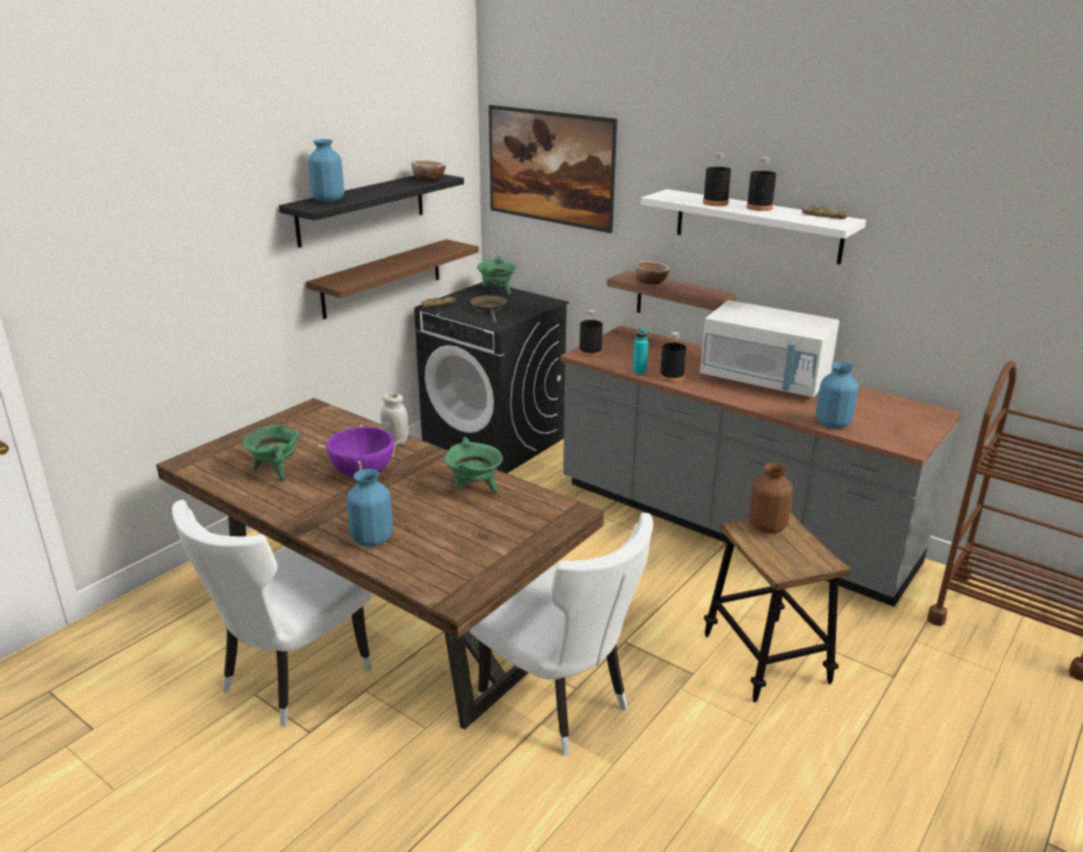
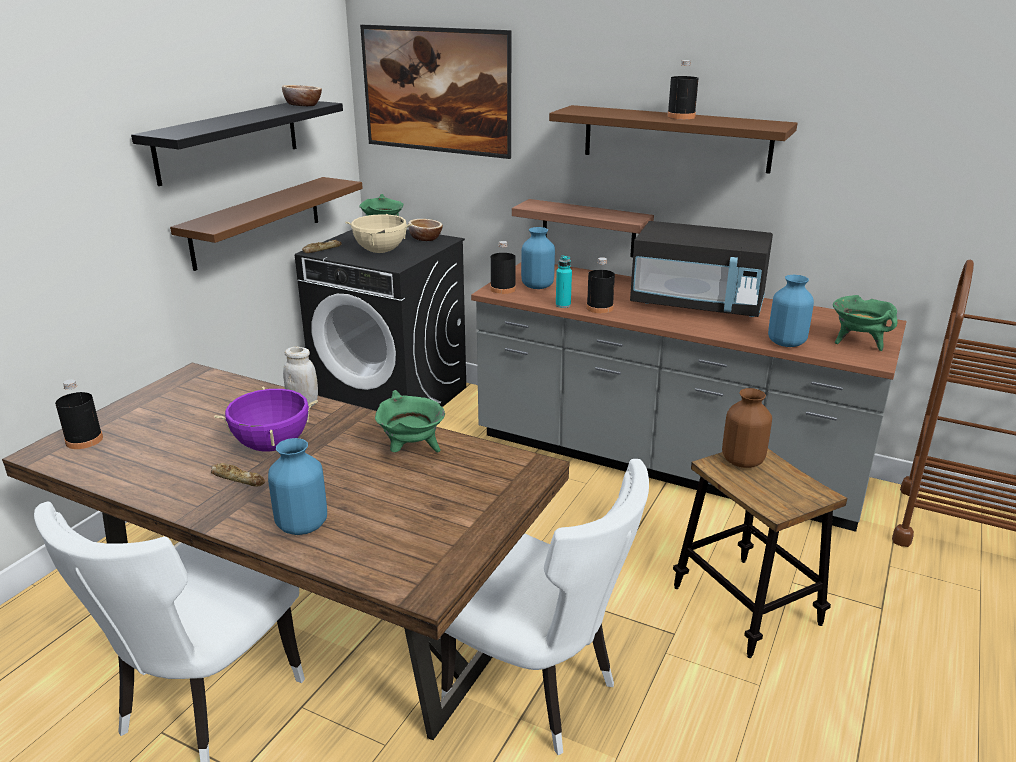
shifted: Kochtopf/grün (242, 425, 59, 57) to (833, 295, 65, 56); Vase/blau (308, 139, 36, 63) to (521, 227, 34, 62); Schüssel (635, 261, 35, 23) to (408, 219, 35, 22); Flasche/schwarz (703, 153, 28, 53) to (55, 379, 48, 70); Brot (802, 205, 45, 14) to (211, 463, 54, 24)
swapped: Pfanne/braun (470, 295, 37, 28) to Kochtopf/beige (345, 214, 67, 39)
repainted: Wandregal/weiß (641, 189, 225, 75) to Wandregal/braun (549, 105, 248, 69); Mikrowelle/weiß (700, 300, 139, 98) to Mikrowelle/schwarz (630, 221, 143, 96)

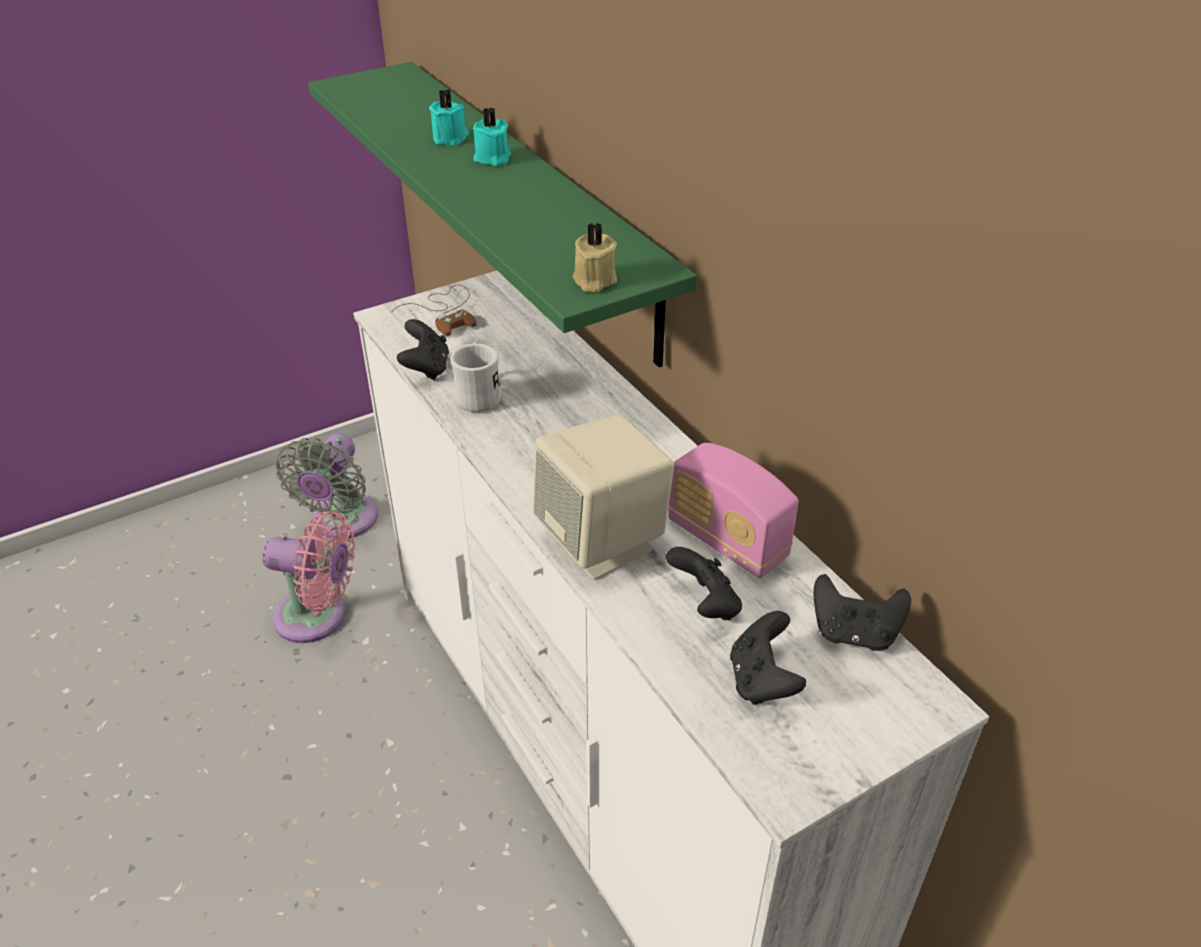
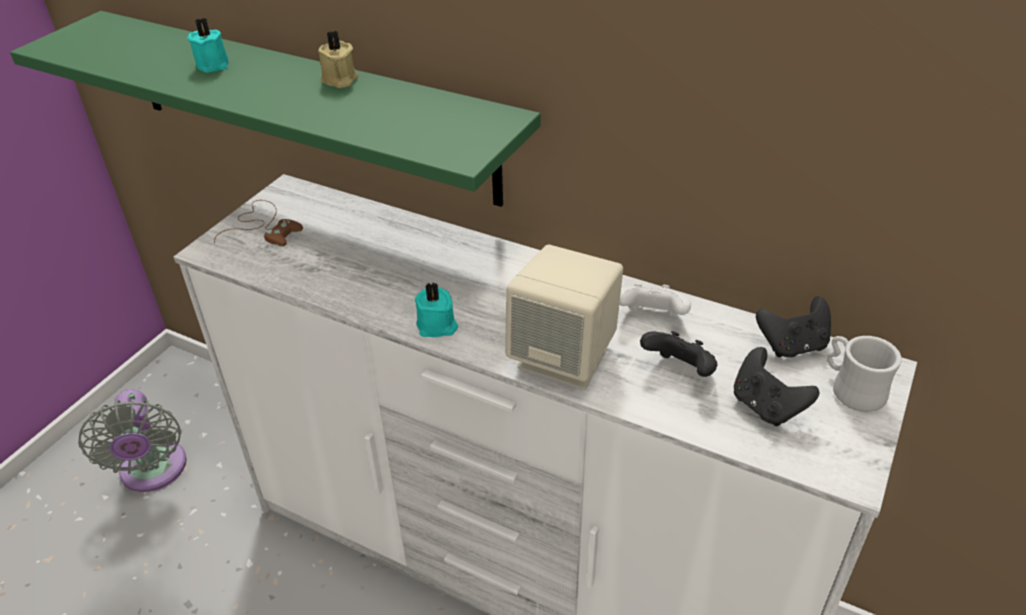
gone: Ventilator/rosa (262, 511, 93, 132); Gamepad/schwarz (397, 319, 52, 61)
shifted: Henkelbecher/weiß (450, 341, 52, 71) to (827, 336, 75, 76); Kerze/türkis (473, 107, 38, 59) to (415, 282, 43, 55); Kerze/beige (573, 223, 44, 70) to (318, 31, 40, 57)
swapped: Radio (668, 443, 131, 135) to Gamepad/weiß (619, 284, 72, 32)

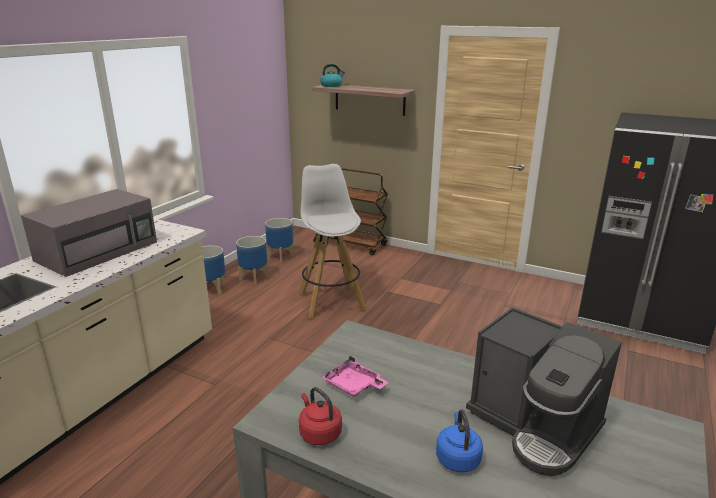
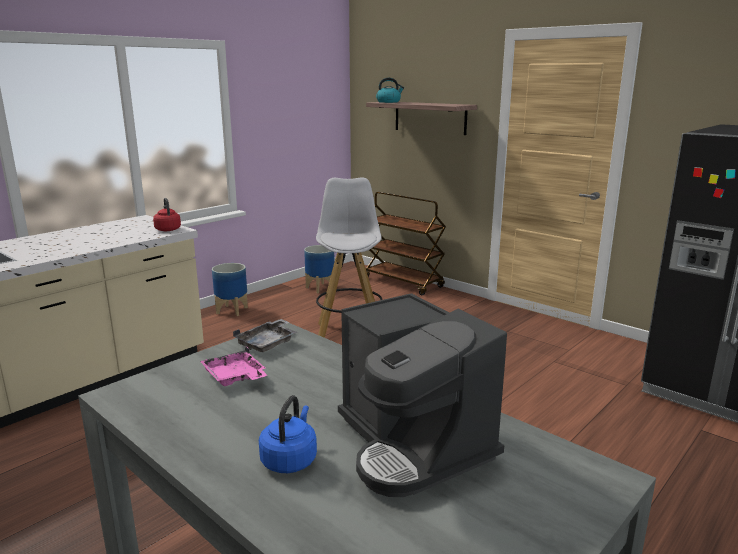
gone: Mikrowelle/grau (21, 189, 136, 88); Pflanzkübel (236, 236, 33, 49)
new: Tablett/grau (233, 319, 64, 33)
shifted: Wasserkessel/rot (299, 387, 43, 58) to (153, 198, 28, 33)

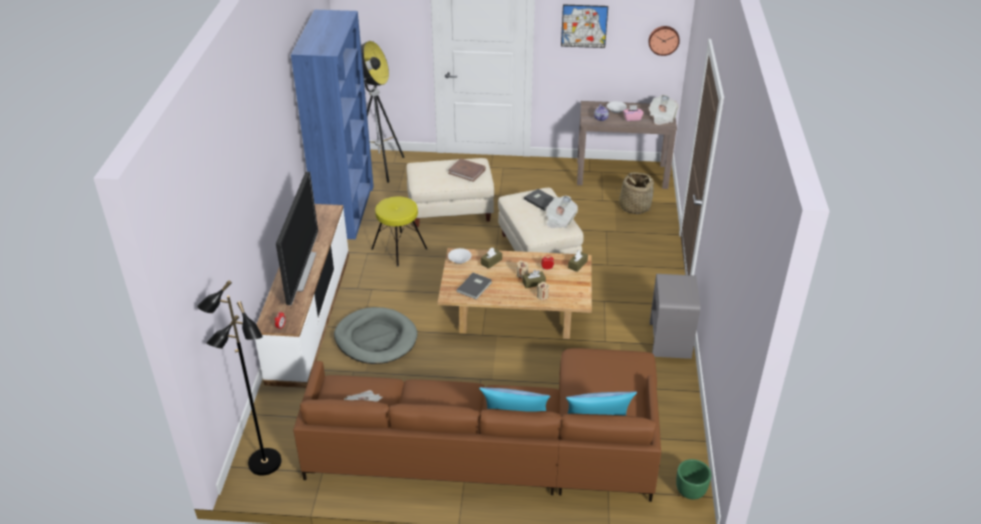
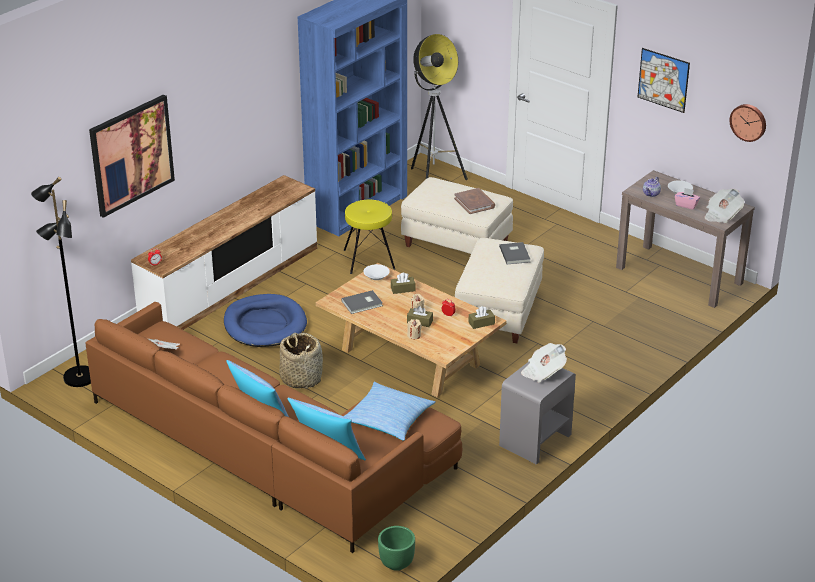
gone: Fernseher (276, 172, 42, 134)
new: Bild (89, 95, 86, 123); Kissen (344, 382, 92, 59)
shifted: Zeitung (545, 196, 33, 32) to (521, 343, 46, 40); Korb (617, 172, 37, 42) to (279, 333, 44, 56)
repainted: Hundebett/grau (334, 307, 83, 57) to Hundebett/blau (224, 294, 83, 53)

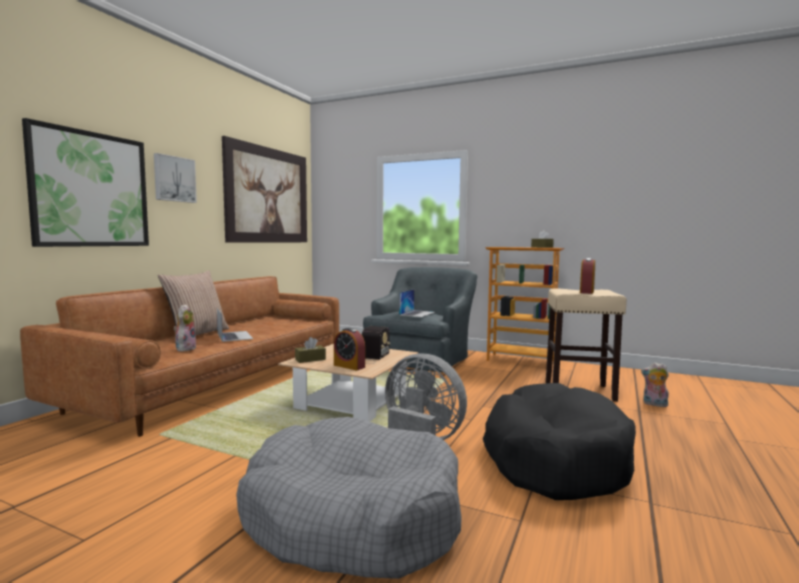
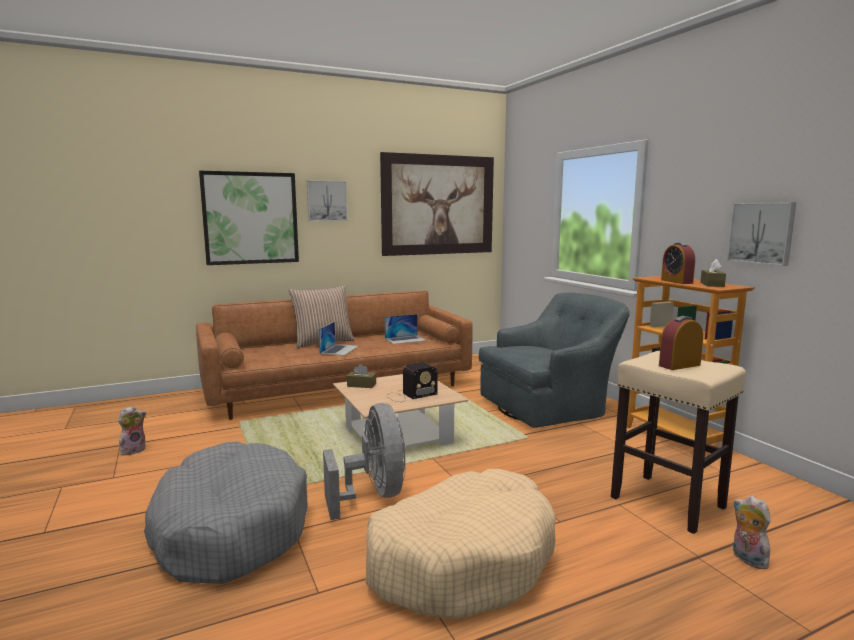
new: Bild (727, 202, 69, 64)
shifted: Plüschtier (173, 304, 24, 48) to (118, 406, 28, 49); Wecker (334, 328, 31, 43) to (661, 242, 34, 42); Laptop (399, 289, 36, 28) to (384, 314, 43, 30)
repainted: Hundebett/schwarz (483, 383, 153, 117) to Hundebett/beige (366, 469, 190, 149)

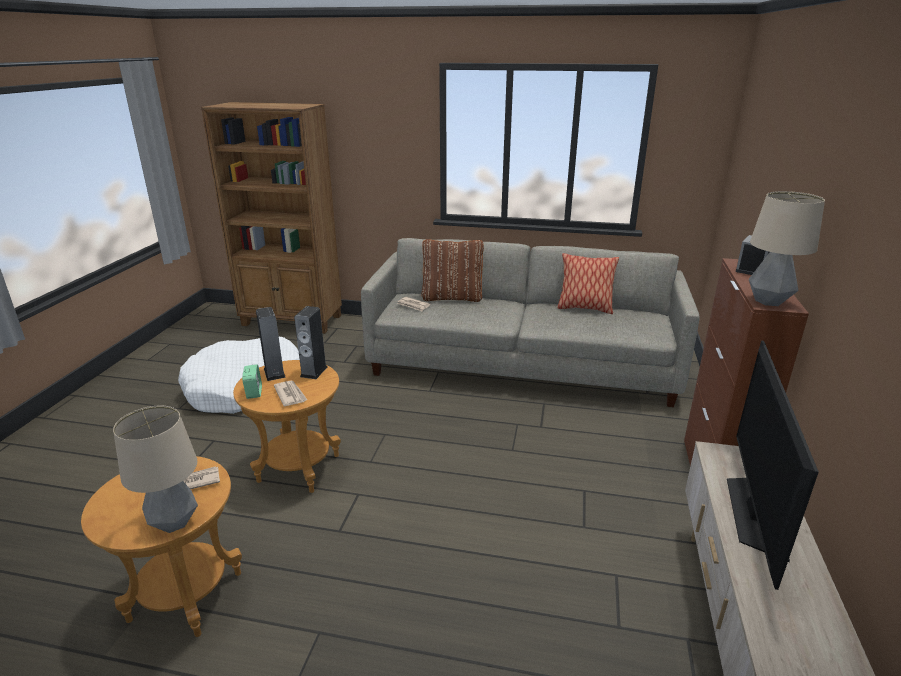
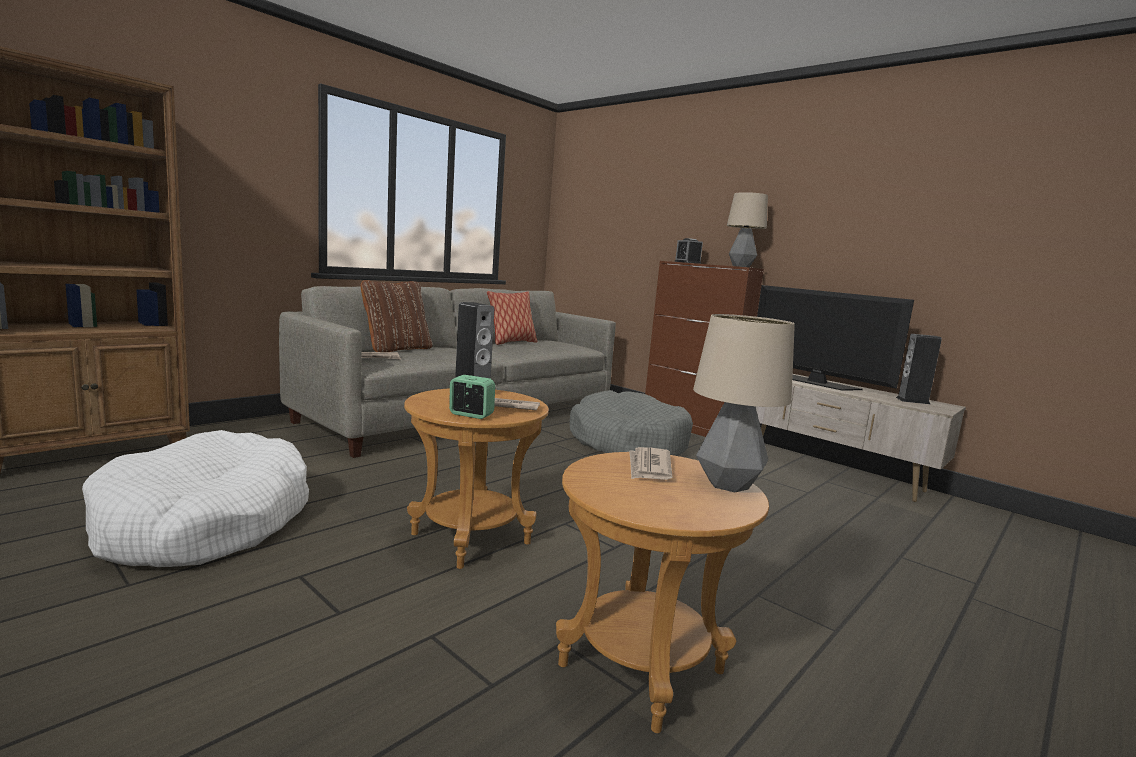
new: Hundebett/grau (570, 390, 123, 66)
shifted: Lautsprecher (256, 307, 30, 74) to (896, 334, 46, 70)

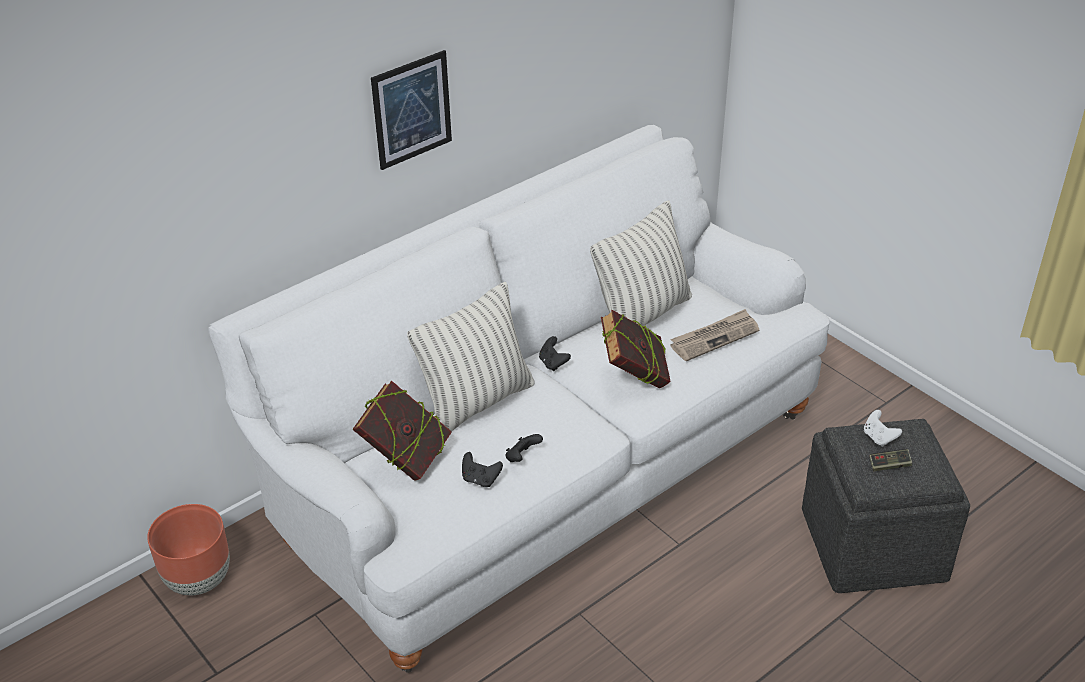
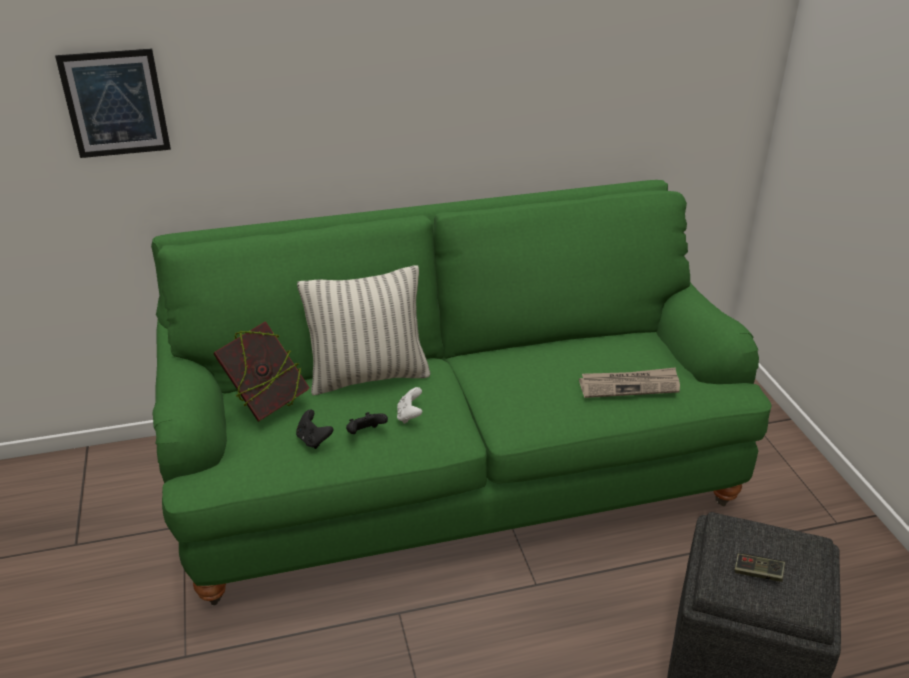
gone: Pflanzkübel/braun (147, 504, 83, 91); Gamepad/schwarz (539, 336, 32, 35); Kissen (590, 200, 102, 126); Buch (601, 310, 70, 78)
shifted: Bild (371, 50, 81, 120) to (55, 49, 116, 109); Gamepad/weiß (864, 410, 38, 37) to (397, 387, 25, 37)
repainted: Sofa/weiß (208, 125, 622, 548) to Sofa/grün (151, 180, 621, 425)

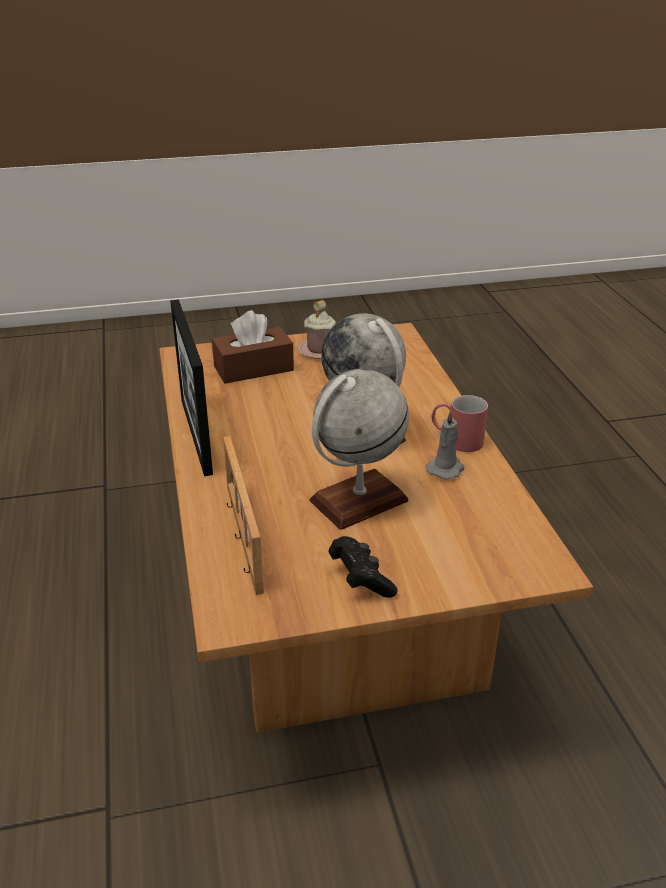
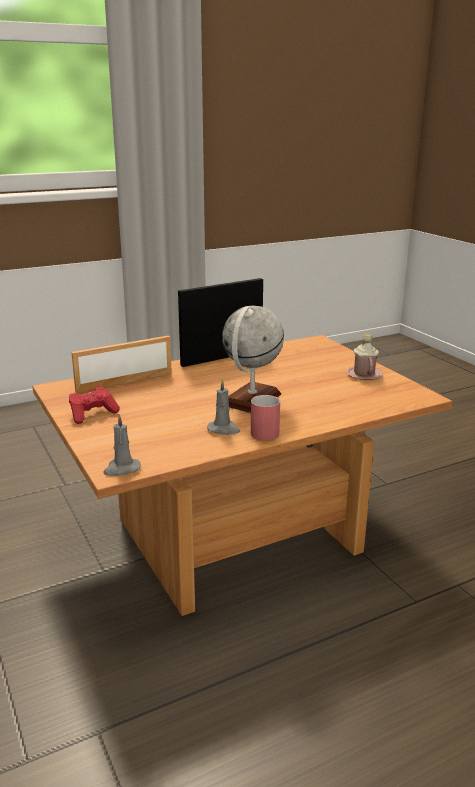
gone: Taschentuchbox/braun (212, 310, 82, 74); Globus (309, 369, 100, 161)
new: Kerze/grau (103, 414, 38, 62)
repainted: Gamepad/schwarz (328, 536, 69, 62) to Gamepad/rot (69, 386, 51, 38)

